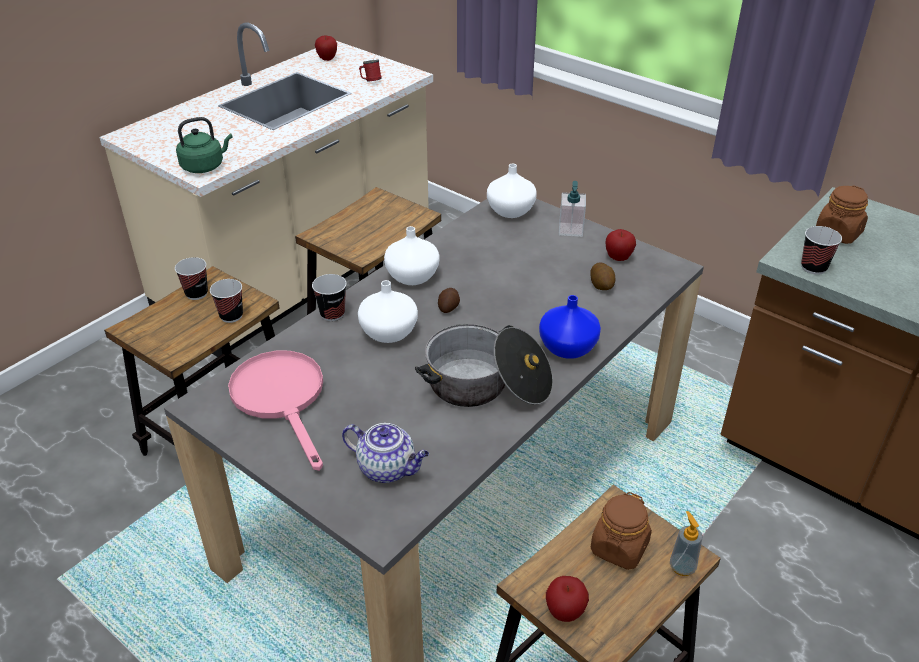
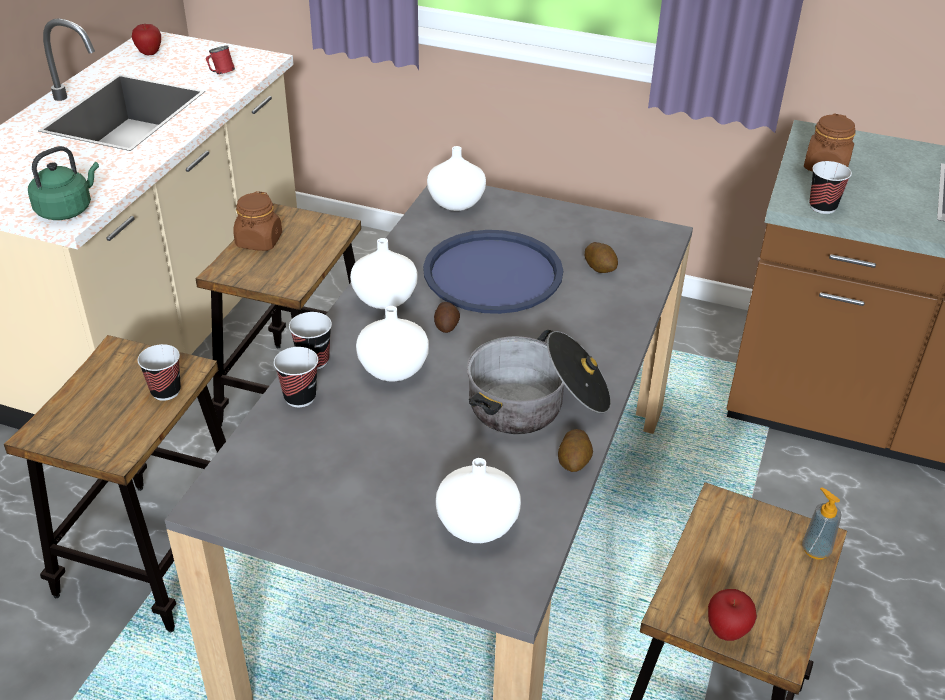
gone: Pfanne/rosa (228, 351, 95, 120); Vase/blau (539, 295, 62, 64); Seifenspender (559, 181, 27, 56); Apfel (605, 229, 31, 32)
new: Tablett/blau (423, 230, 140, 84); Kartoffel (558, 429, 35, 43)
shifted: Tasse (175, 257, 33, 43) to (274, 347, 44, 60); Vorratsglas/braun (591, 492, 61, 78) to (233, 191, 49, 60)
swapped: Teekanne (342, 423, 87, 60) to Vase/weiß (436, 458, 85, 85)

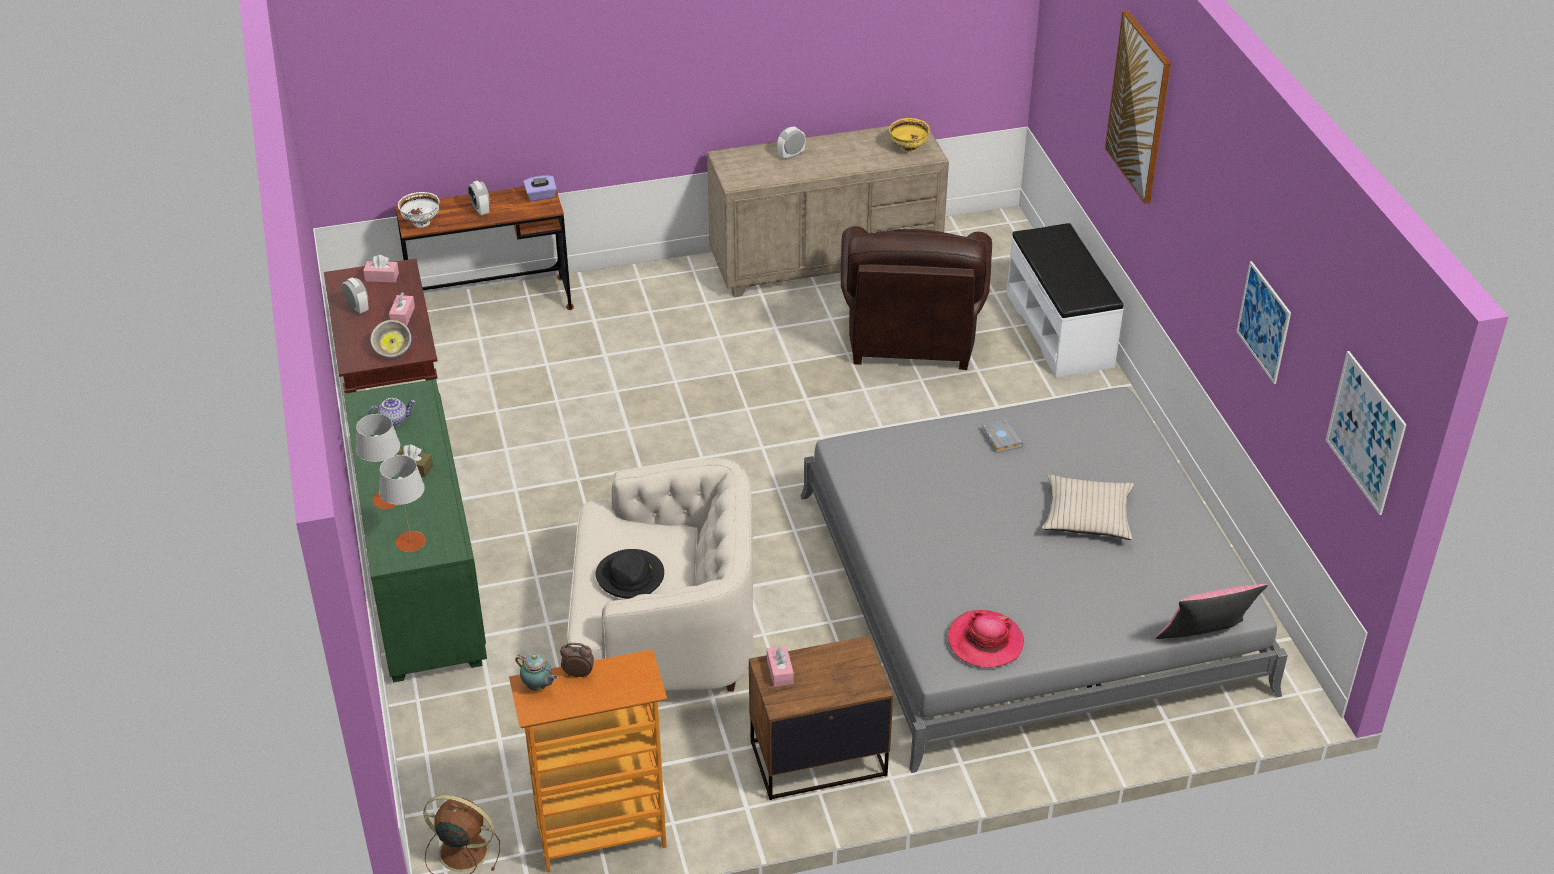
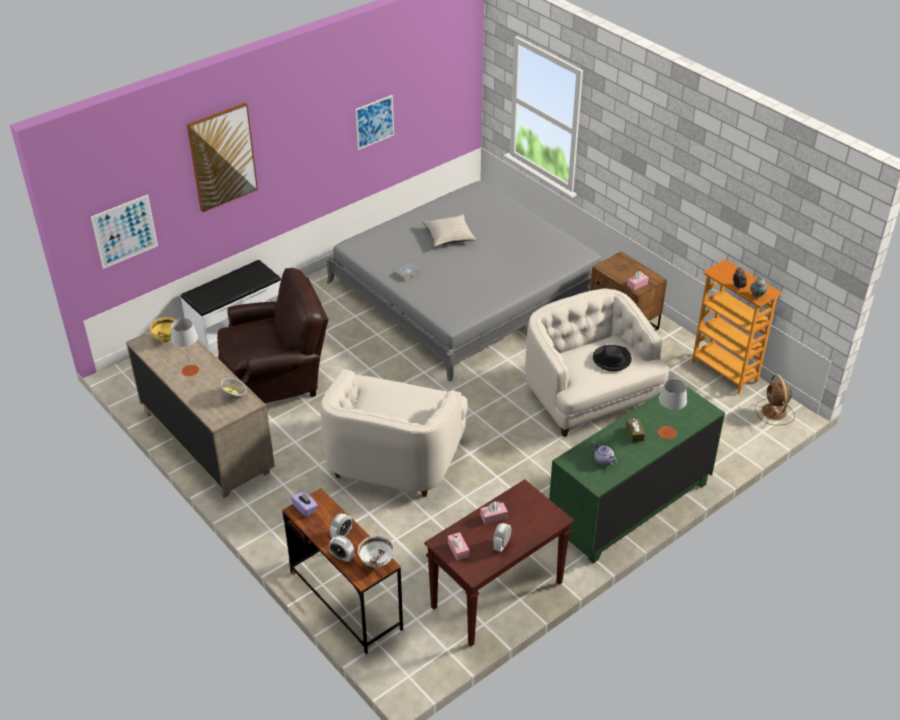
gone: Hut (948, 610, 76, 58); Kissen/rosa (1155, 584, 113, 55)
new: Sessel/weiß (321, 369, 147, 128)
shifted: Schüssel (370, 320, 42, 38) to (220, 378, 27, 21); Tischlampe/grau (379, 455, 47, 97) to (171, 318, 28, 58); Wecker (777, 127, 29, 33) to (329, 535, 25, 27); Bild (1326, 351, 80, 164) to (91, 194, 67, 75)

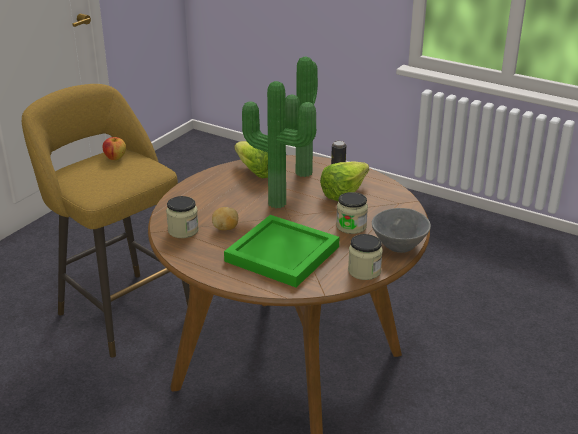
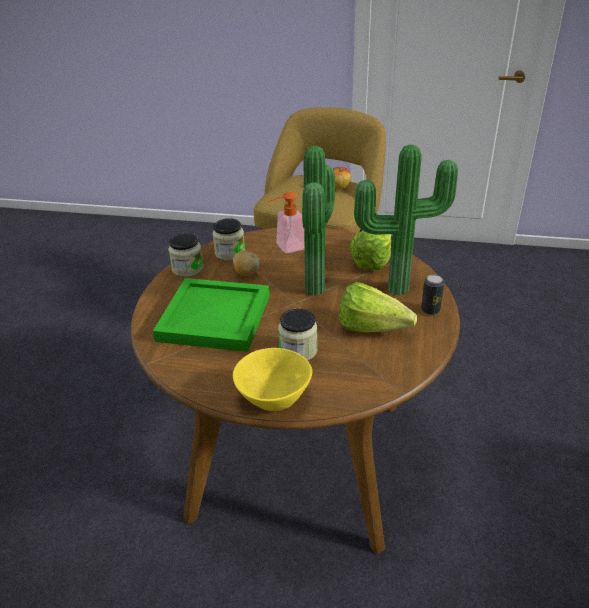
new: Seifenspender (266, 192, 38, 61)
shifted: Vorratsglas (348, 234, 35, 46) to (168, 233, 36, 44)
repainted: Schüssel/grau (372, 208, 59, 45) to Schüssel/gelb (233, 348, 79, 63)

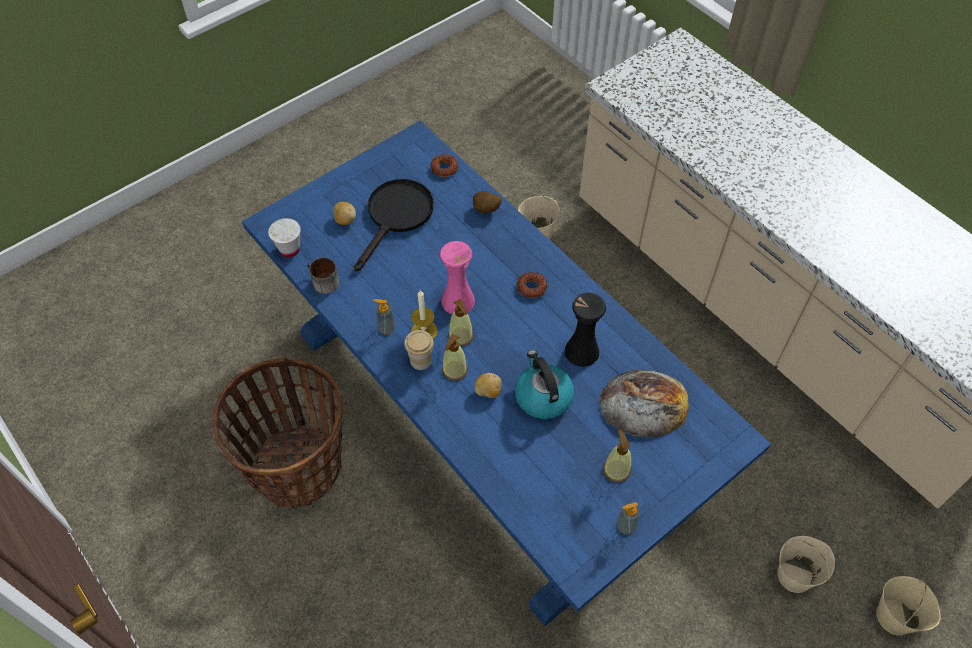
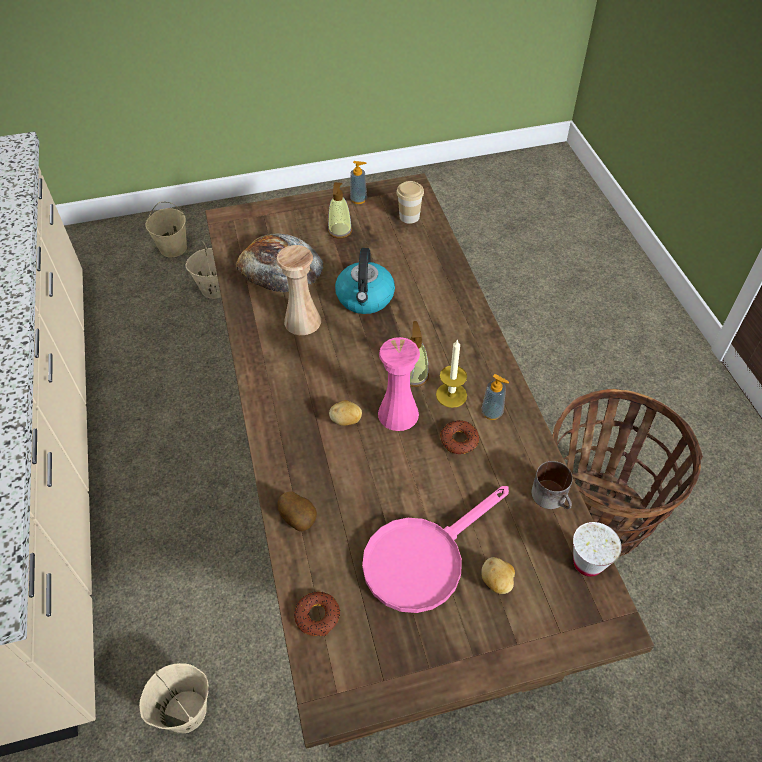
gone: Seifenspender (442, 333, 26, 48)
shifted: Tasse (404, 330, 30, 40) to (396, 181, 28, 43); Kartoffel (475, 373, 27, 25) to (329, 400, 33, 26); Donut (517, 272, 31, 26) to (440, 420, 39, 34)
repainted: Esstisch/blau (242, 121, 529, 505) to Esstisch/braun (205, 173, 449, 575); Pfanne/schwarz (354, 179, 79, 92) to Pfanne/rosa (362, 486, 147, 127); Vase/schwarz (565, 293, 41, 74) to Vase/beige (276, 245, 45, 90)

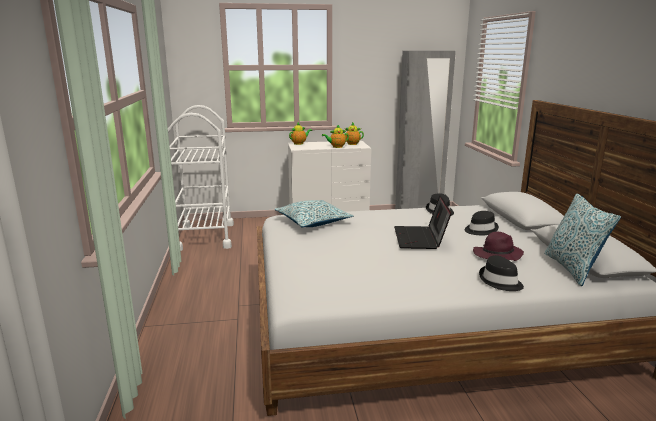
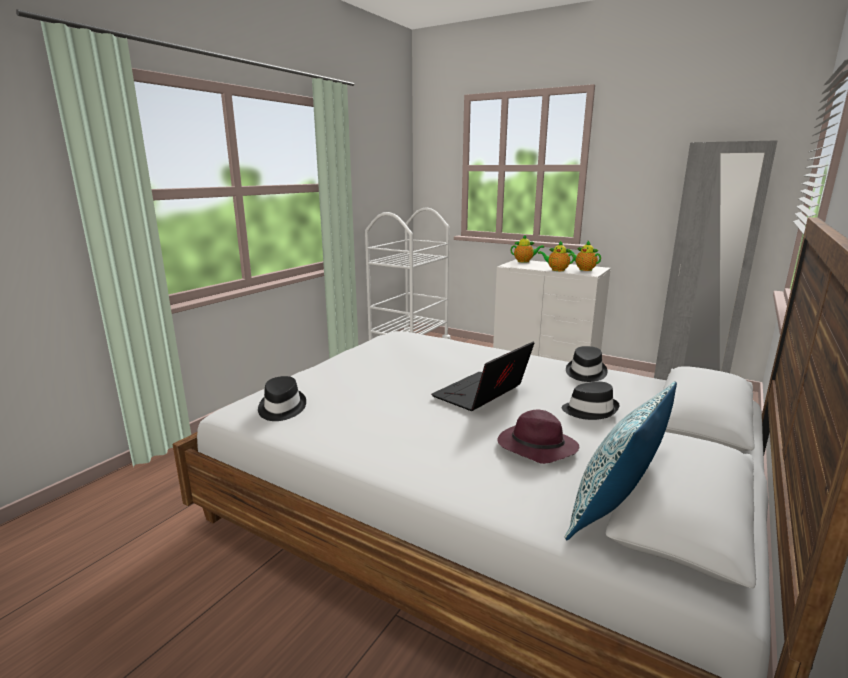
gone: Kissen (274, 200, 80, 28)
shifted: Hut/schwarz (479, 255, 45, 36) to (258, 376, 48, 45)

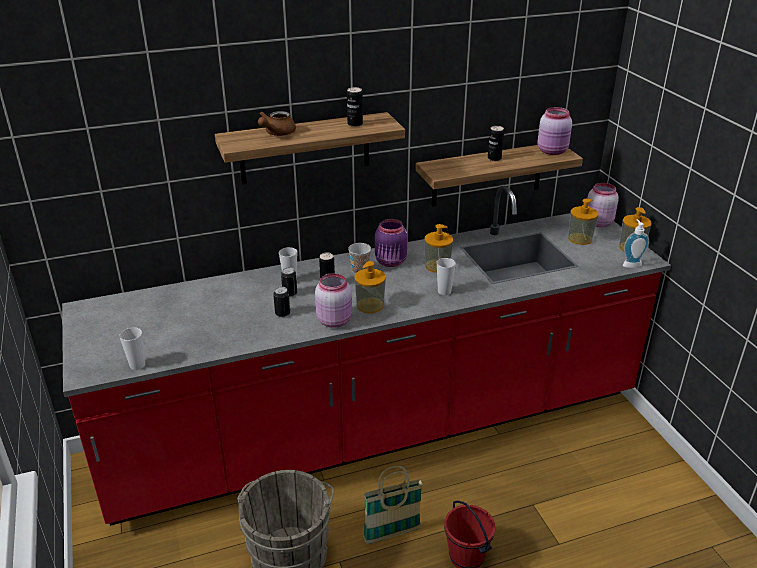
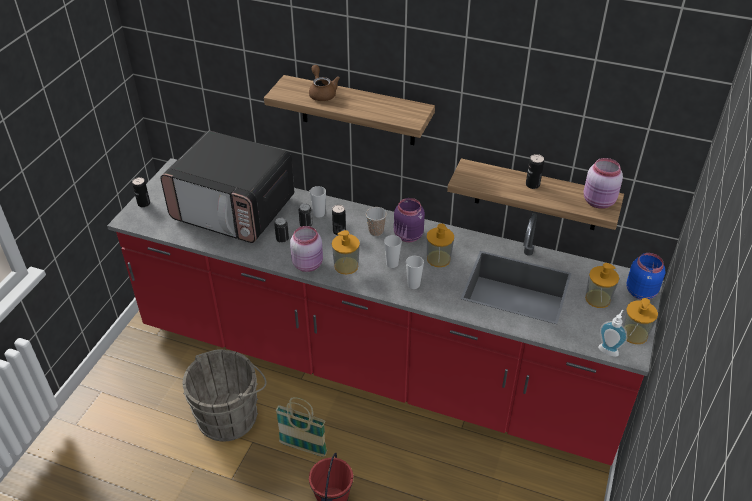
new: Mikrowelle (160, 131, 134, 112)
shifted: Tasse (120, 327, 25, 43) to (384, 235, 18, 33); Dose (347, 87, 16, 40) to (132, 177, 18, 30)
repainted: Vorratsglas/rosa (587, 183, 32, 44) to Vorratsglas/blau (626, 253, 39, 47)
rotated: Teekanne/braun (258, 111, 38, 25) = (309, 65, 31, 36) 90 degrees clockwise

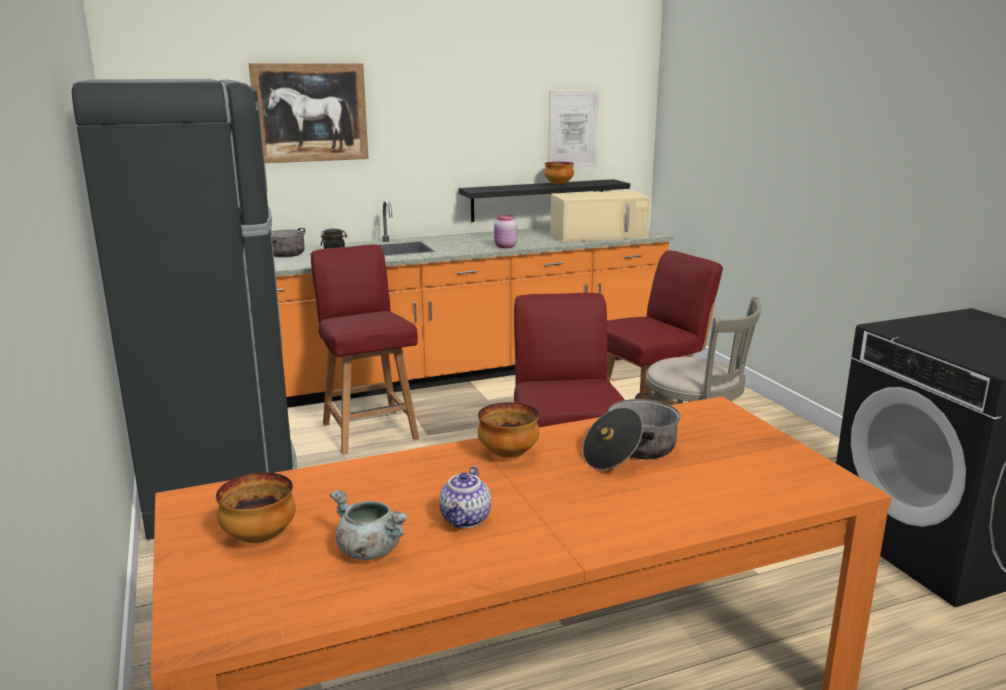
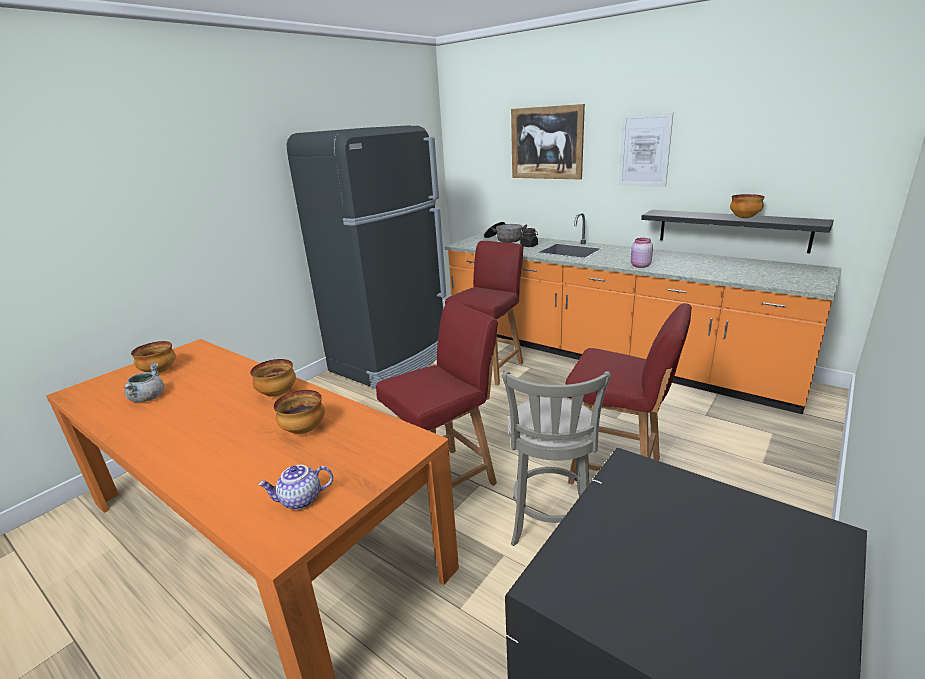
gone: Mikrowelle/beige (550, 191, 100, 51)
shifted: Teekanne (439, 466, 52, 62) to (258, 465, 75, 45); Bild (548, 90, 51, 78) to (618, 112, 56, 75)
swapped: Kochtopf (583, 393, 97, 77) to Schüssel (274, 390, 51, 44)

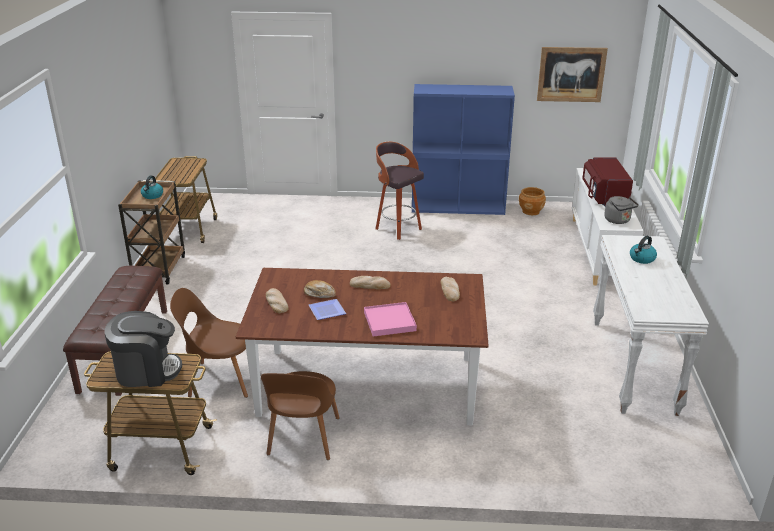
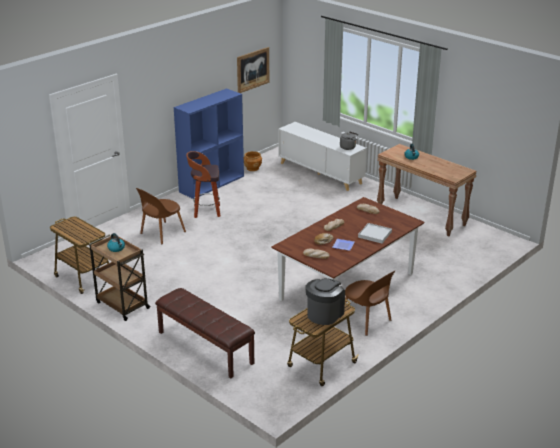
gone: Mikrowelle/rot (582, 157, 51, 49)
shifted: Stuhl/braun (170, 288, 78, 110) to (136, 188, 50, 56)
repainted: Tablett/rosa (364, 302, 53, 35) to Tablett/weiß (358, 223, 34, 20); Konsolentisch/weiß (593, 235, 116, 181) to Konsolentisch/braun (377, 144, 100, 93)

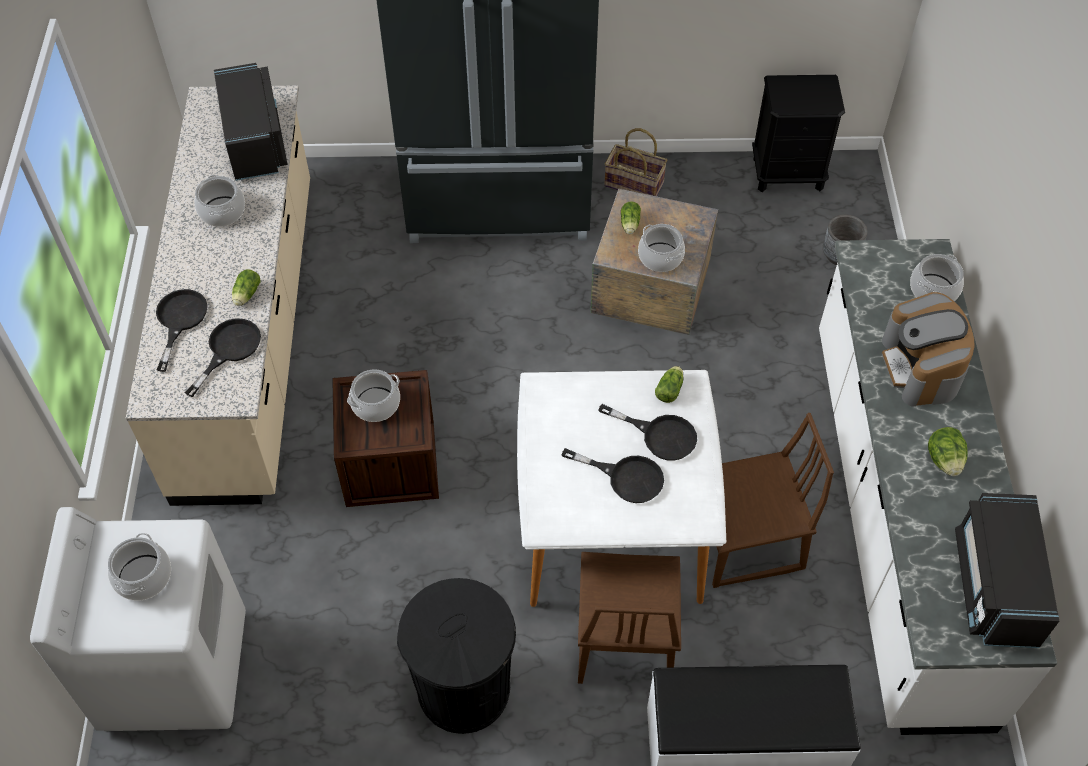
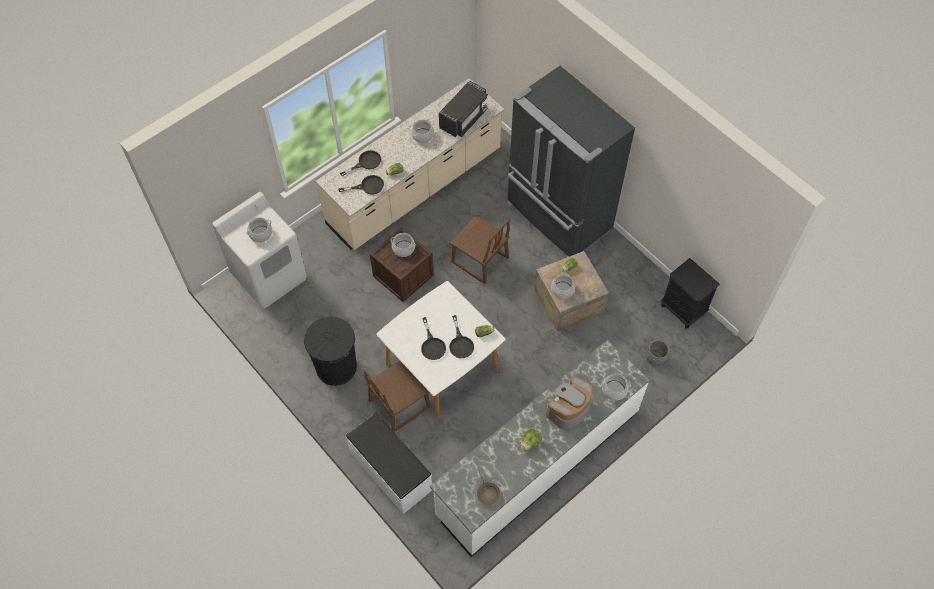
gone: Korb (604, 128, 63, 68)
shifted: Stuhl/braun (712, 413, 122, 175) to (449, 216, 61, 68)
swapped: Mikrowelle/schwarz (955, 493, 104, 155) to Pfanne/braun (477, 468, 23, 37)

